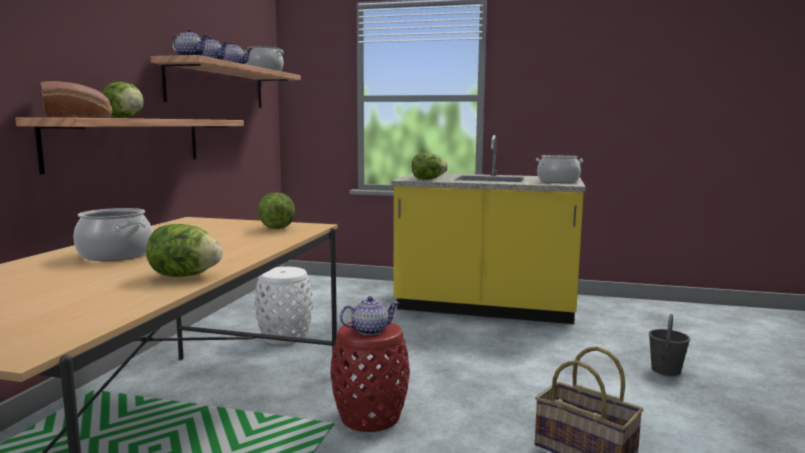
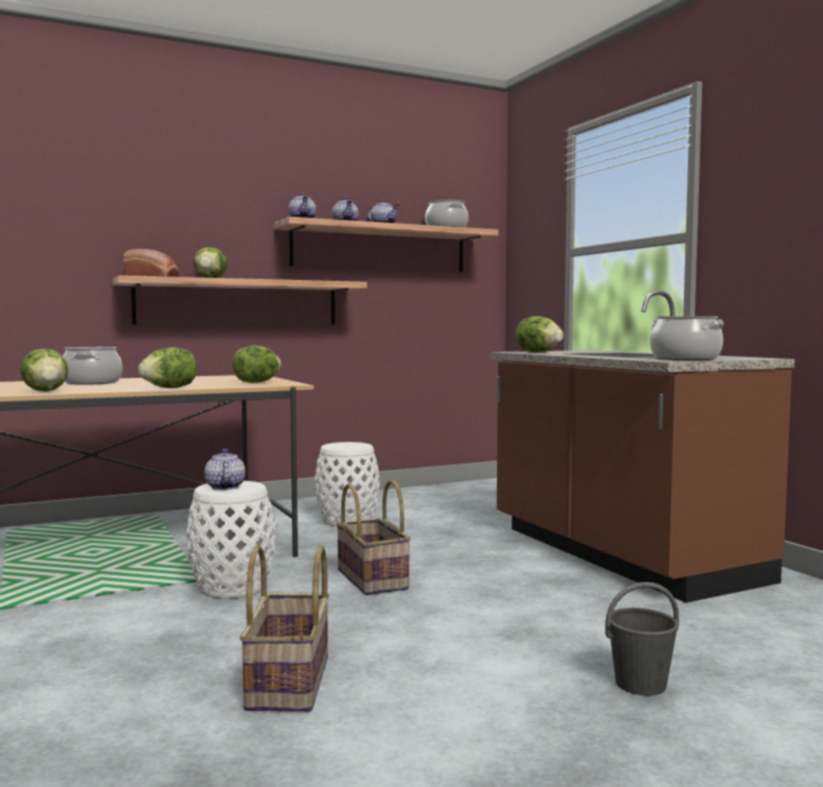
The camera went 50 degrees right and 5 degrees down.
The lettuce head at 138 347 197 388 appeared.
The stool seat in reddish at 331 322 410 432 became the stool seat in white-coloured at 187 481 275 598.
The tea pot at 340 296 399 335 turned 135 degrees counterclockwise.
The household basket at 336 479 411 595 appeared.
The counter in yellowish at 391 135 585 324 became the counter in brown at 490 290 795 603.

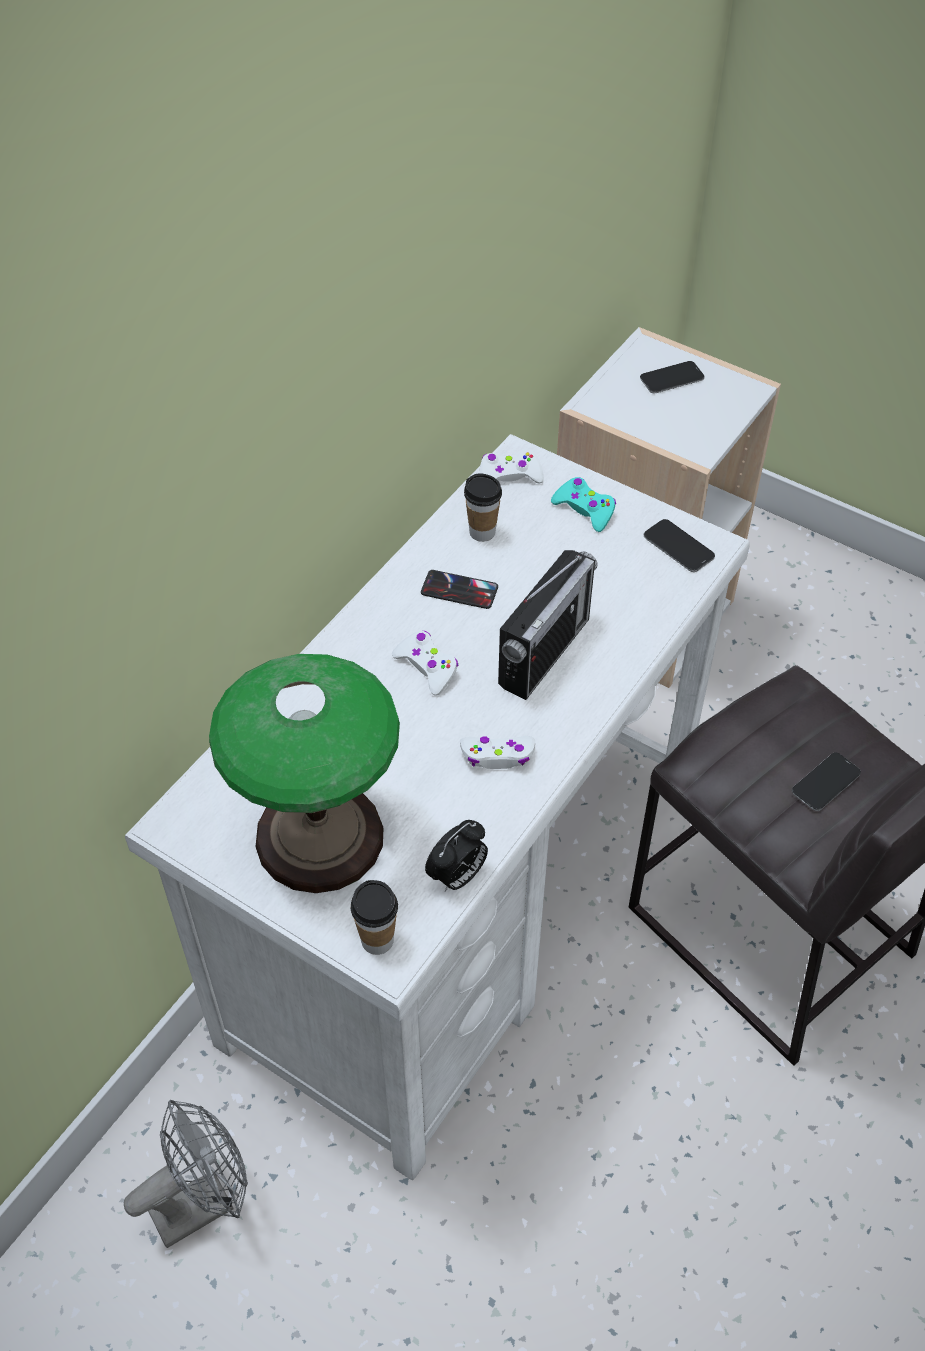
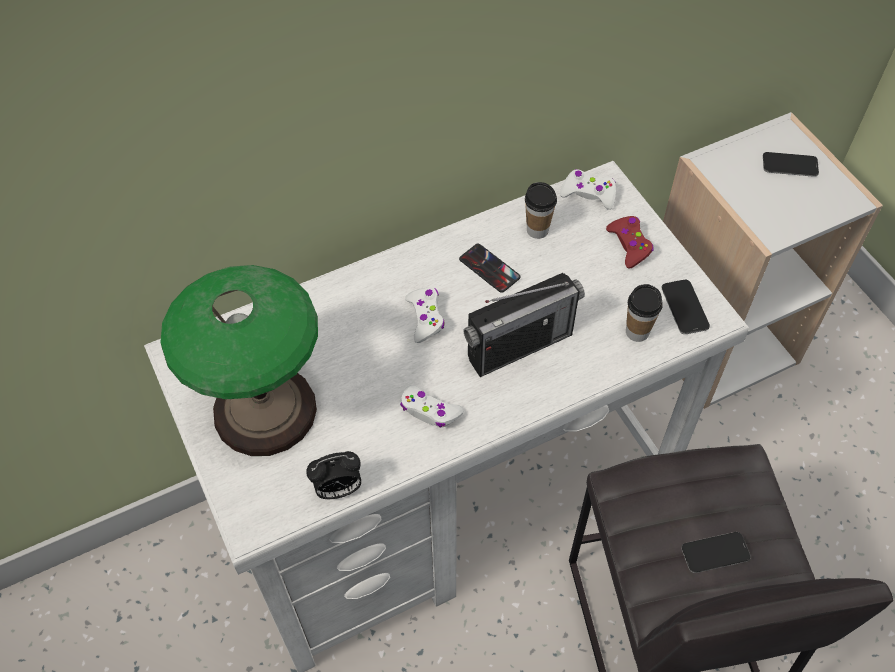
The camera went 30 degrees right and 5 degrees up.
The joypad in turquoise at 551 477 616 532 became the joypad in reddish at 606 216 654 269.
The cup moved from 351 880 398 955 to 626 284 663 342.
The cooling fan in gray at 124 1100 248 1248 disappeared.

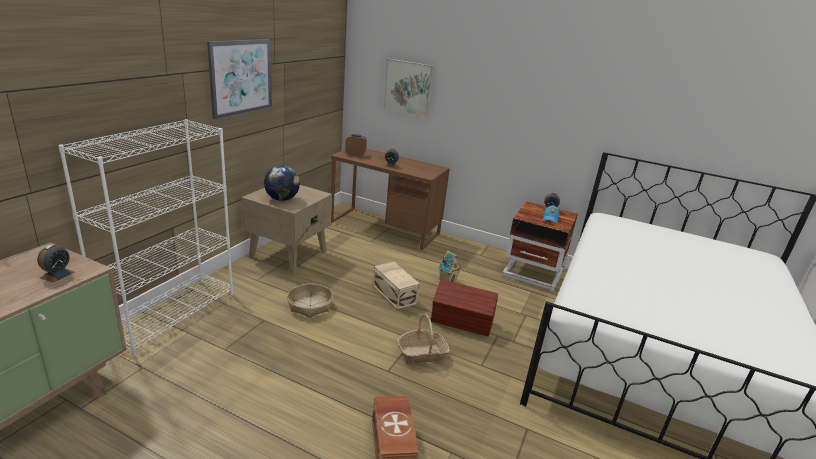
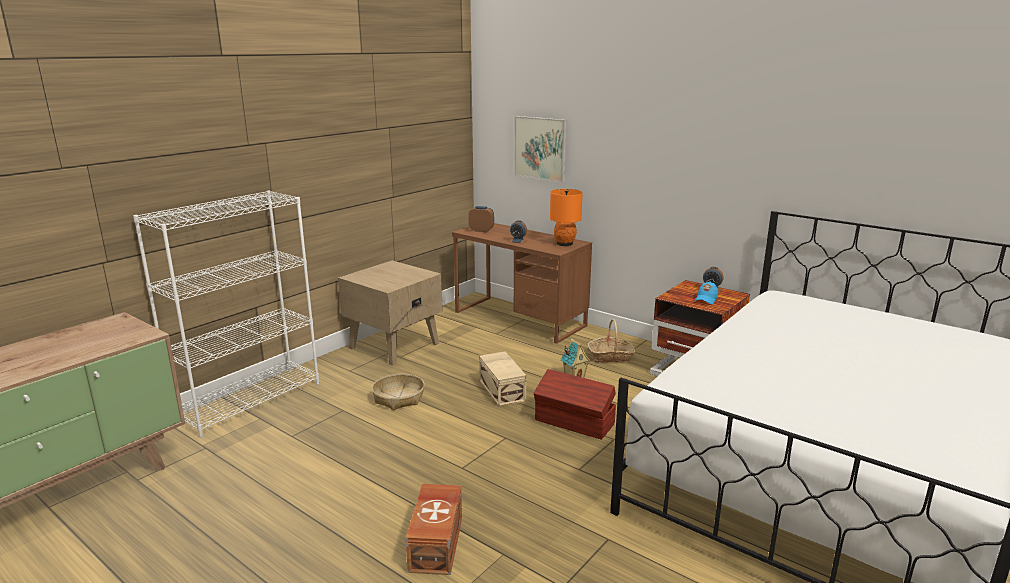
The camera went 15 degrees right and 5 degrees down.
The tabletop lamp in orangey at 550 189 583 246 appeared.
The household basket moved from 398 314 450 364 to 587 319 636 362.
The bedside clock at 37 244 74 283 disappeared.
The wall picture at 207 39 272 119 disappeared.
The world globe at 264 166 300 201 disappeared.

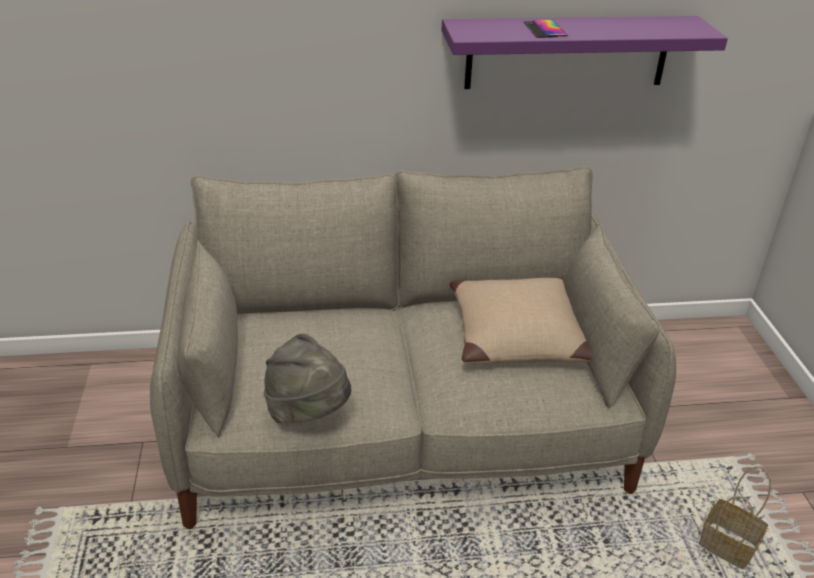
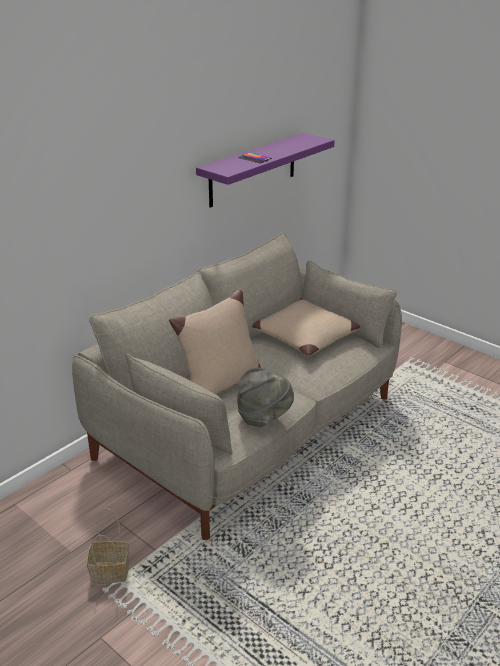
The camera went 40 degrees left and 5 degrees down.
The household basket moved from 699 466 771 569 to 87 508 129 584.
The throw pillow in beige at 169 290 261 394 appeared.

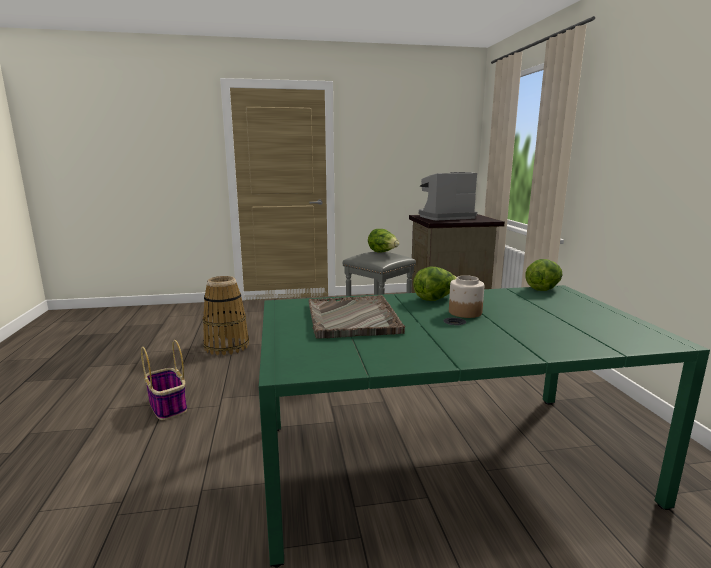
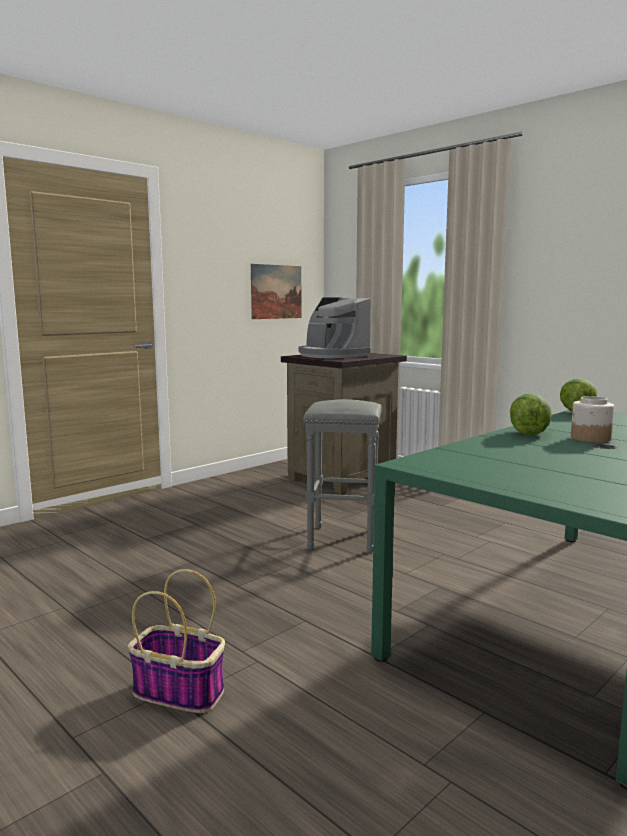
The camera went 35 degrees left and 5 degrees down.
The wall picture at 251 264 301 319 appeared.
The coffee machine at 419 172 477 220 turned 75 degrees counterclockwise.
The household basket at 203 276 249 356 disappeared.
The serving tray in gray at 309 295 405 339 disappeared.
The lettuce head at 368 229 399 252 disappeared.

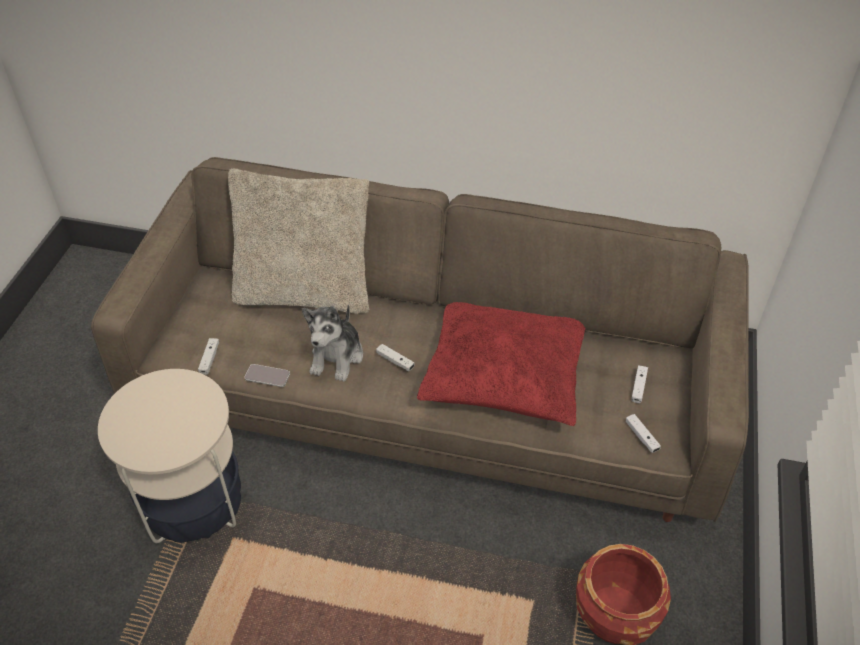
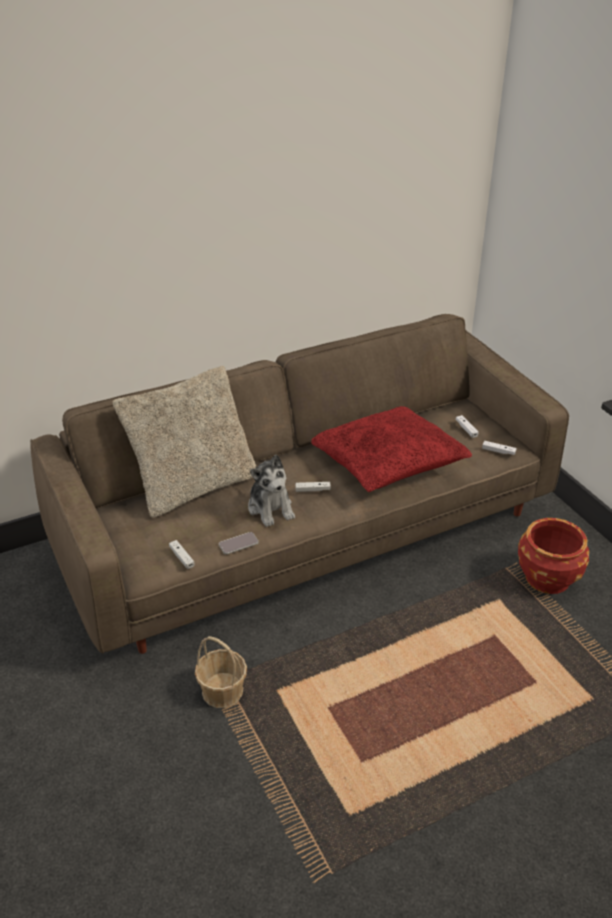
The camera went 40 degrees left and 10 degrees down.
The end table in beige at 98 369 241 543 was replaced by the household basket at 195 636 247 708.

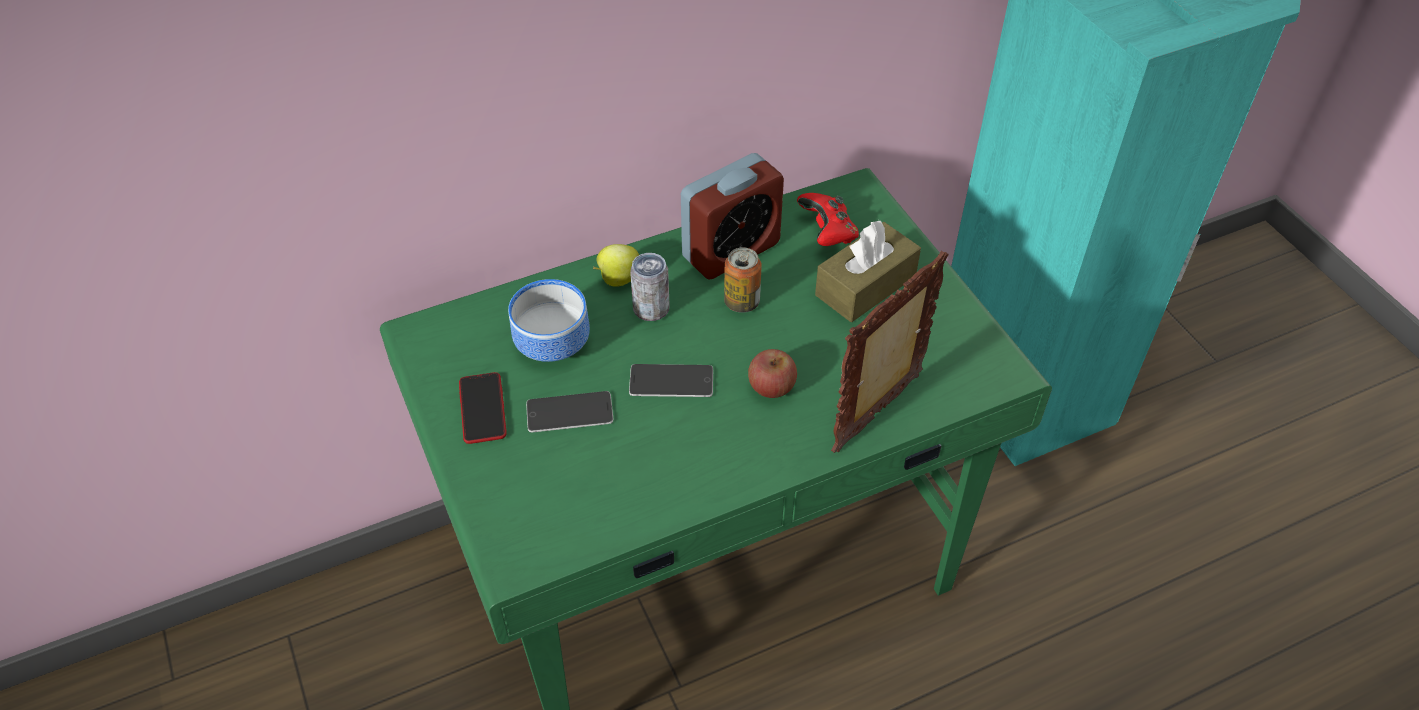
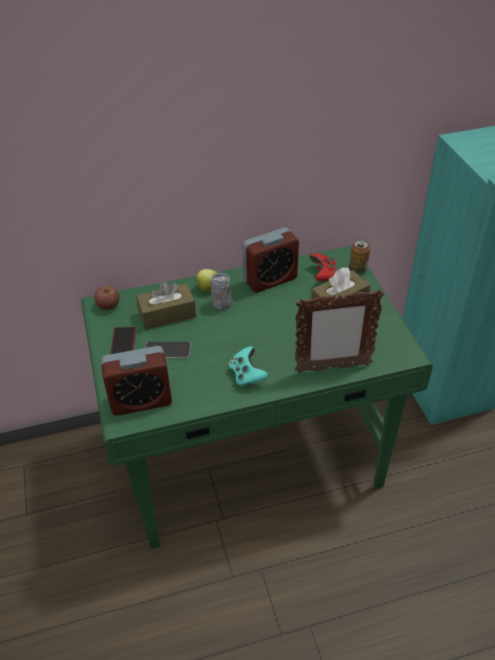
The camera went 10 degrees right and 5 degrees down.
The apple fruit moved from 748 349 797 398 to 94 285 119 310.
The bedside clock at 101 346 172 416 appeared.
The deep dish at 508 279 590 362 was replaced by the tissue holder in brown at 136 282 196 330.
The joypad in turquoise at 229 346 268 387 appeared.
The photo frame at 831 251 949 453 turned 150 degrees counterclockwise.
The can moved from 724 248 762 313 to 349 239 370 273.
The handset at 629 364 713 397 disappeared.

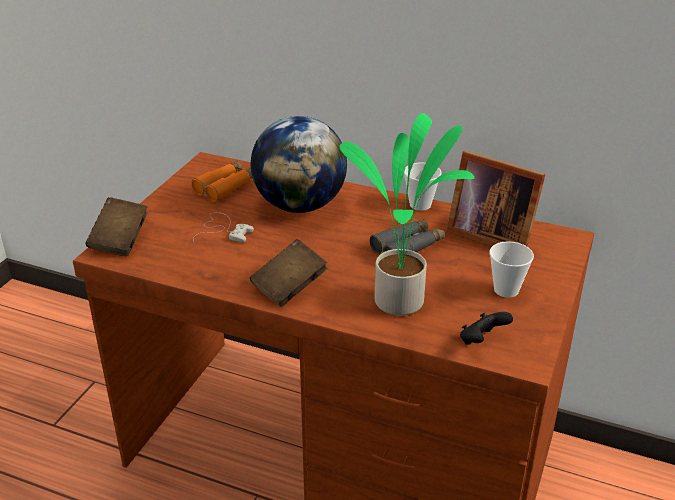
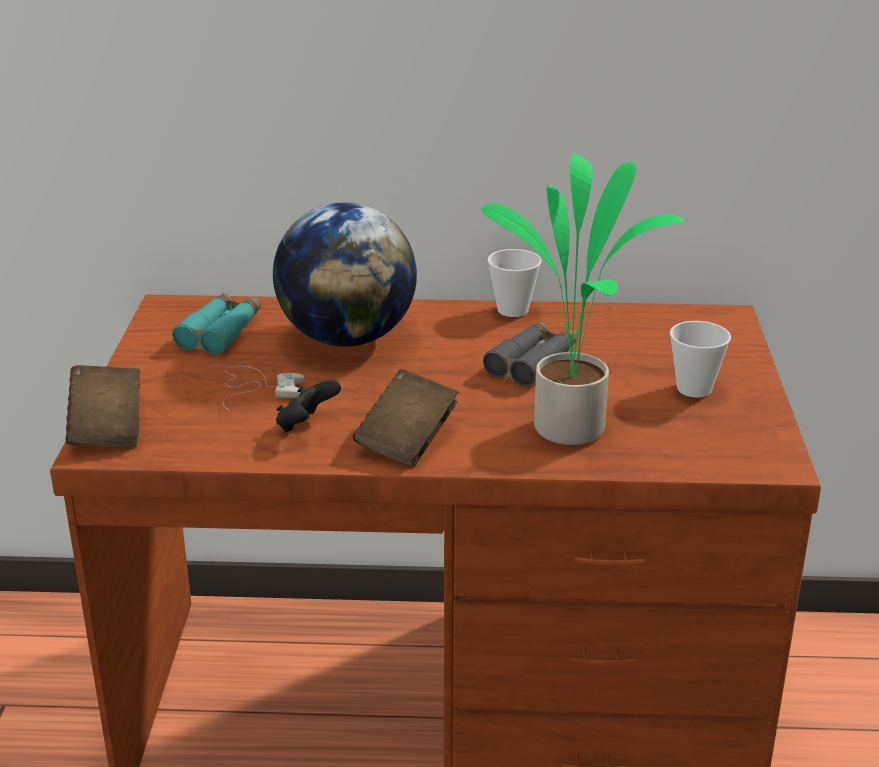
The camera went 20 degrees left and 5 degrees down.
The field glasses in orangey at 191 161 252 202 became the field glasses in turquoise at 172 293 261 355.
The joypad in blackish moved from 460 312 513 345 to 276 380 341 432.
The photo frame at 446 151 545 247 disappeared.

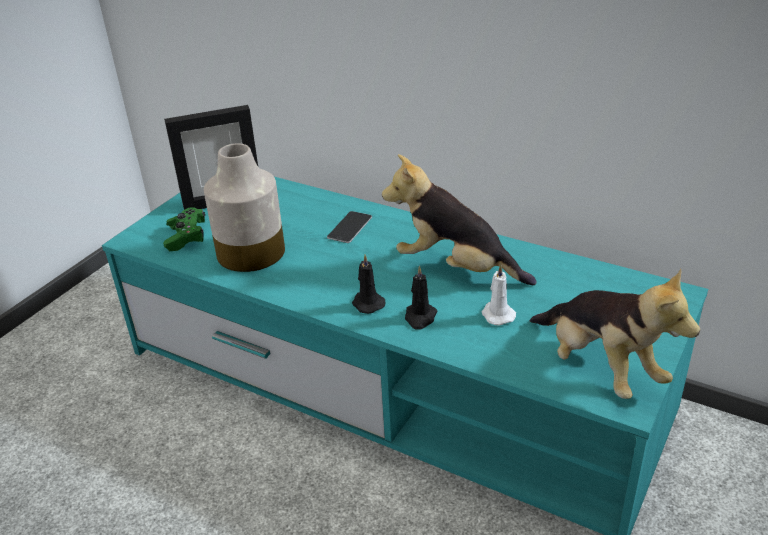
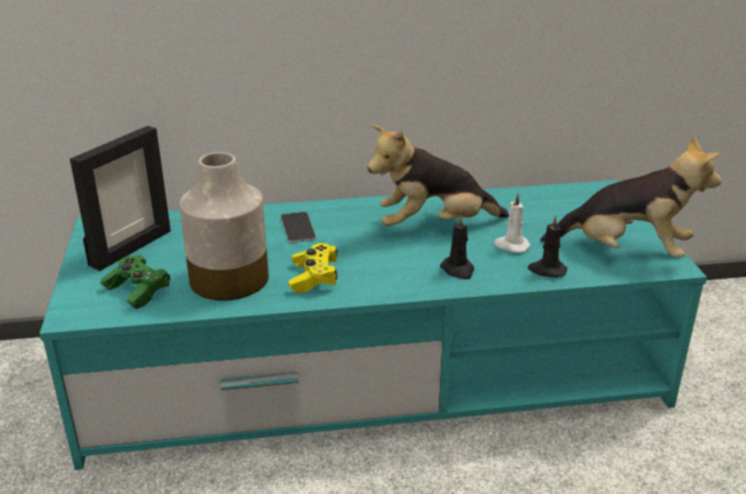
The camera went 40 degrees left and 5 degrees down.
The joypad in yellowish at 289 243 338 293 appeared.
The candle in blackish moved from 352 254 385 314 to 528 215 567 278.

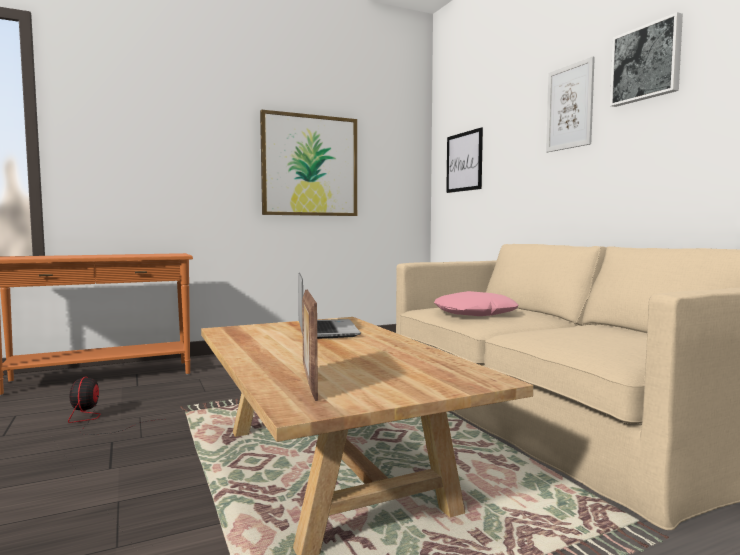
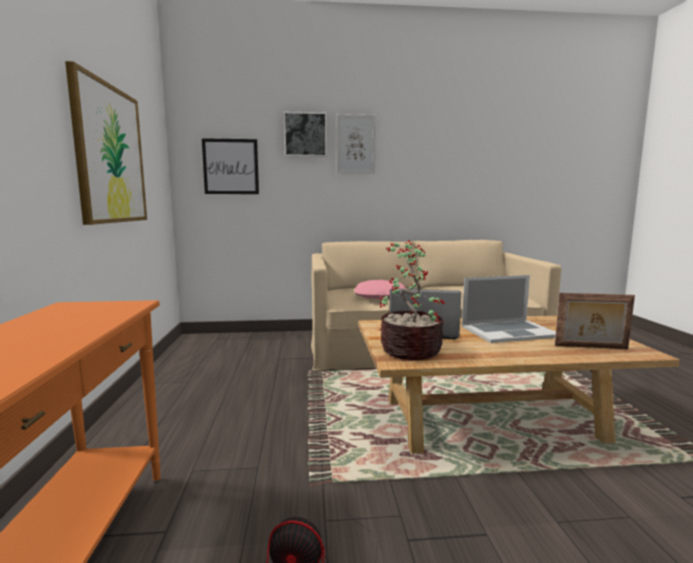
The camera went 70 degrees left and 5 degrees up.
The wall picture moved from 610 12 683 107 to 284 112 327 157.
The potted plant at 380 240 445 360 appeared.
The notebook computer at 462 275 556 343 appeared.

